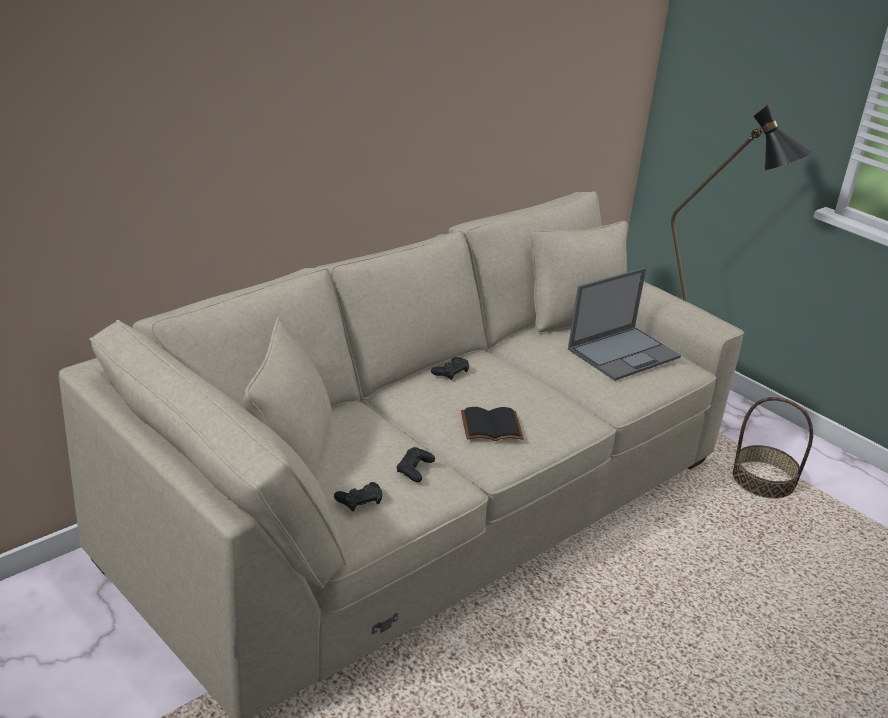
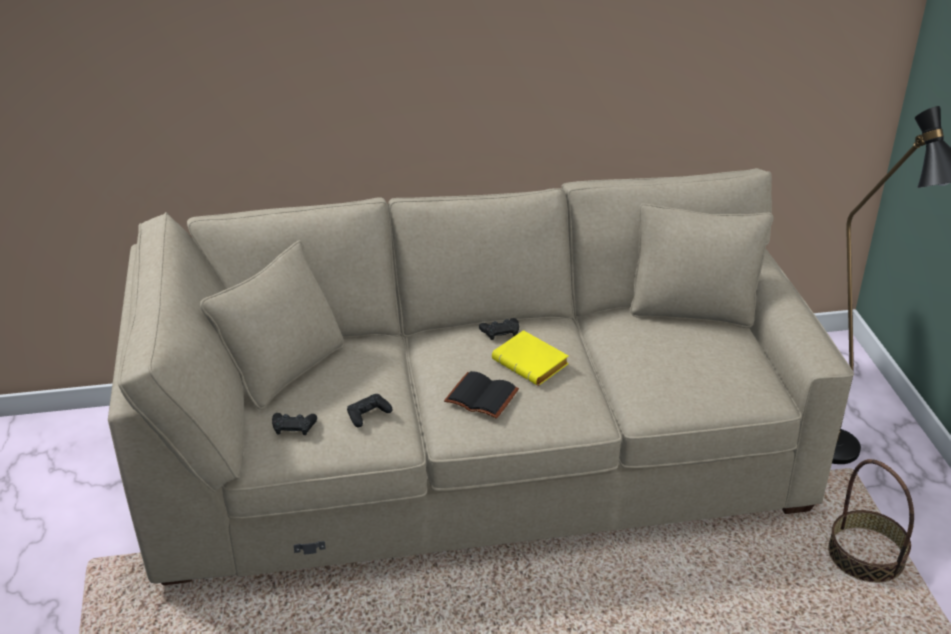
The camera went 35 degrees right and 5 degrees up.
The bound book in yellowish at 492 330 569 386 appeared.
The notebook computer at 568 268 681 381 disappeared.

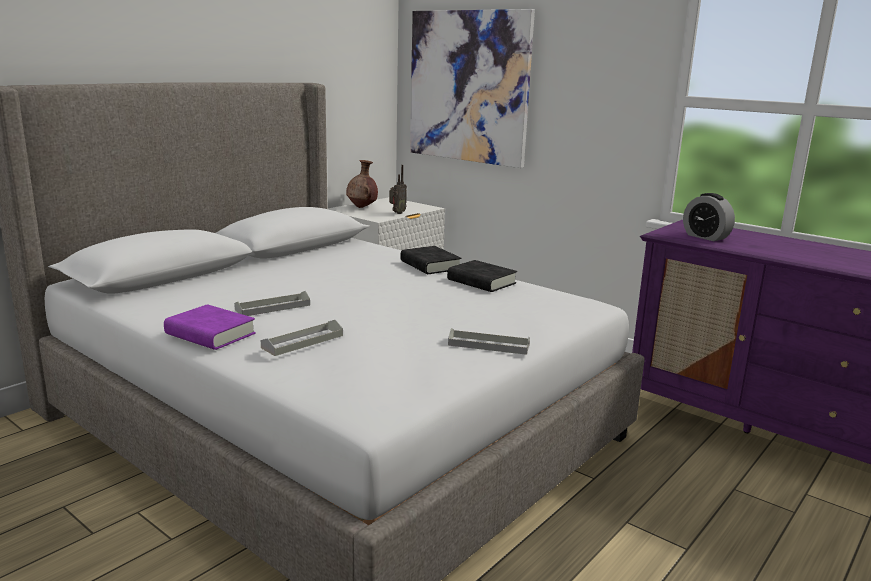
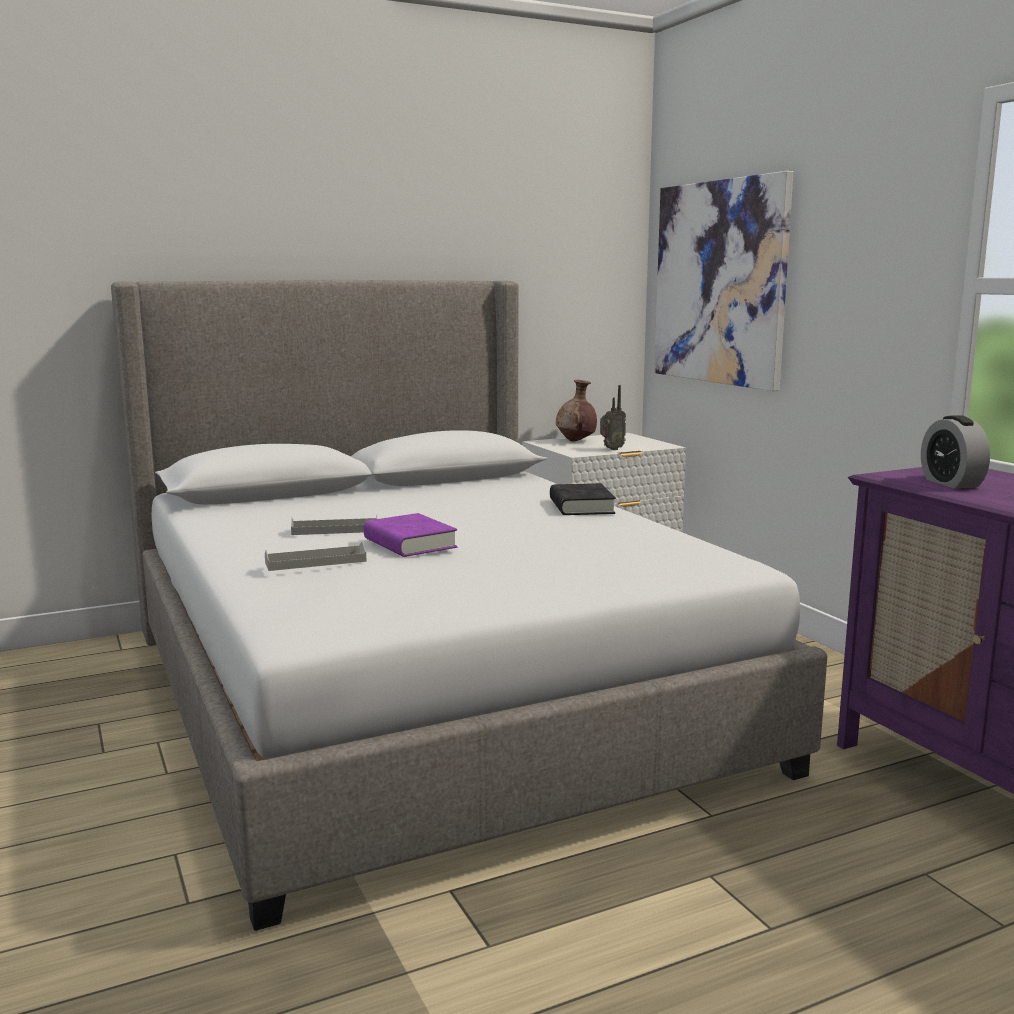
The camera went 25 degrees right and 5 degrees down.
The bound book in purple moved from 164 304 256 350 to 364 513 457 557.
The bound book in blackish at 447 260 517 292 disappeared.
The serving tray in gray at 448 328 530 355 disappeared.

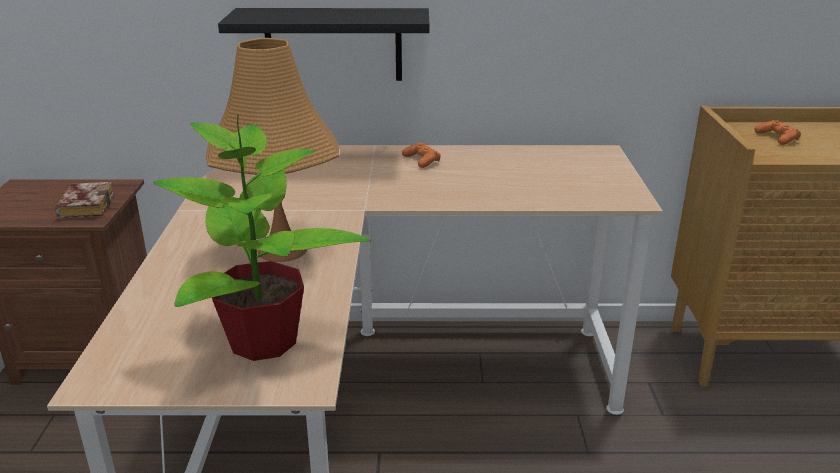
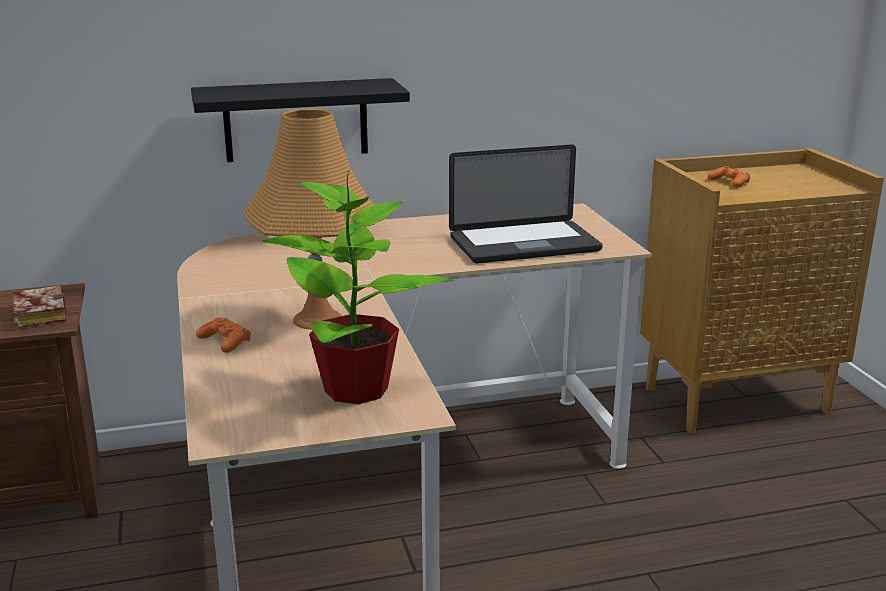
The camera went 15 degrees left and 5 degrees down.
The joypad in orangey moved from 402 143 441 168 to 196 317 251 353.
The notebook computer at 449 145 603 264 appeared.

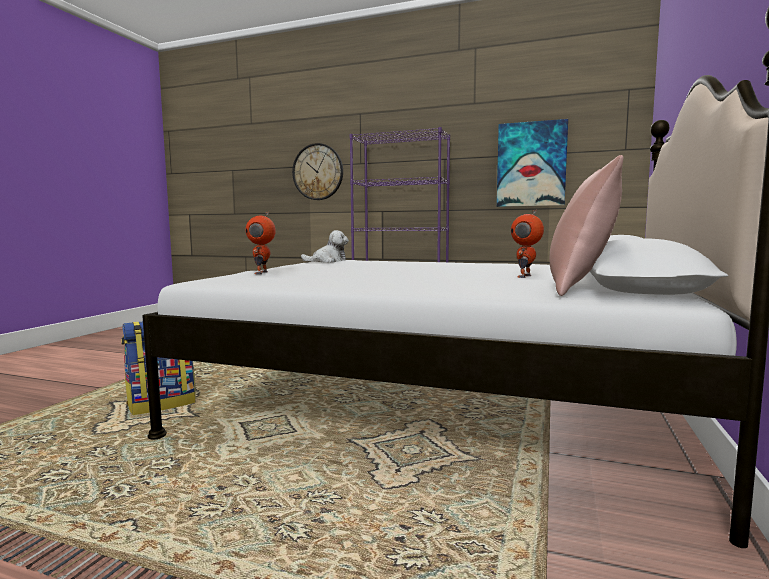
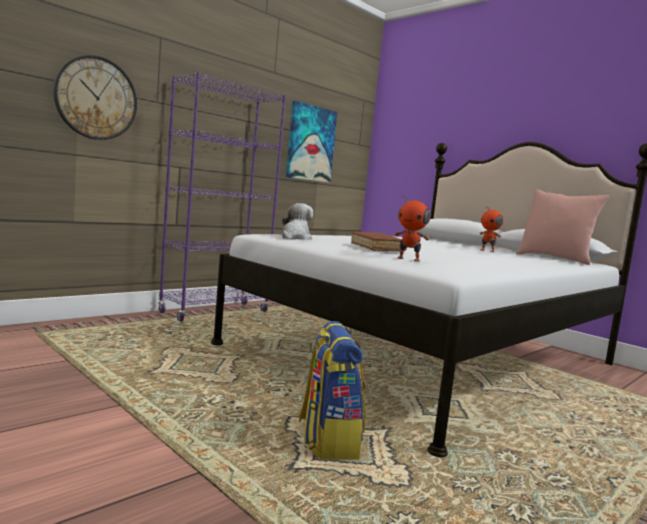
The camera went 65 degrees left and 0 degrees up.
The bound book in brown at 351 231 407 252 appeared.

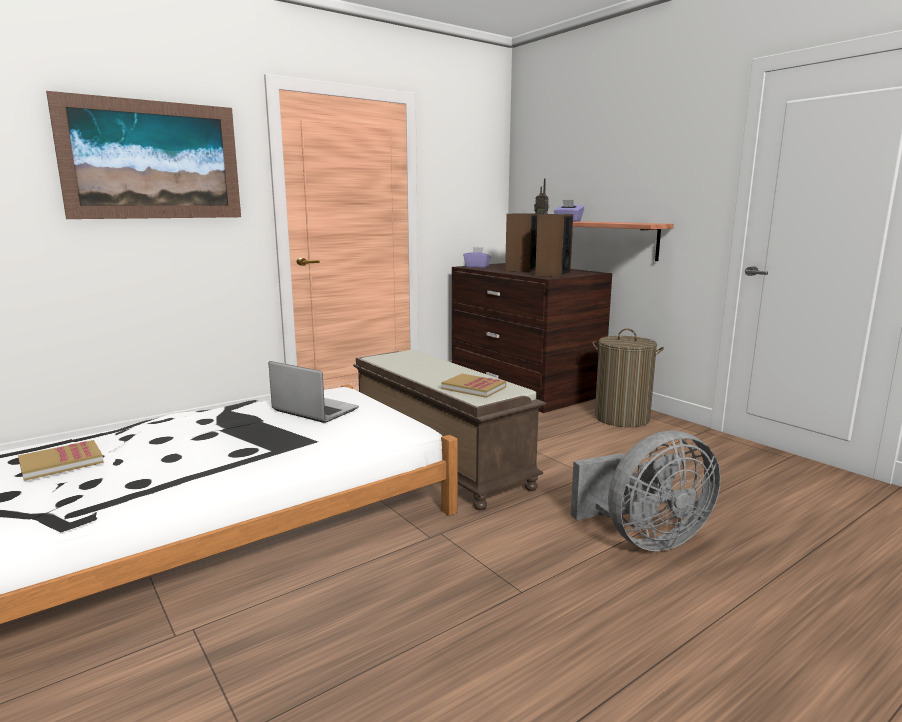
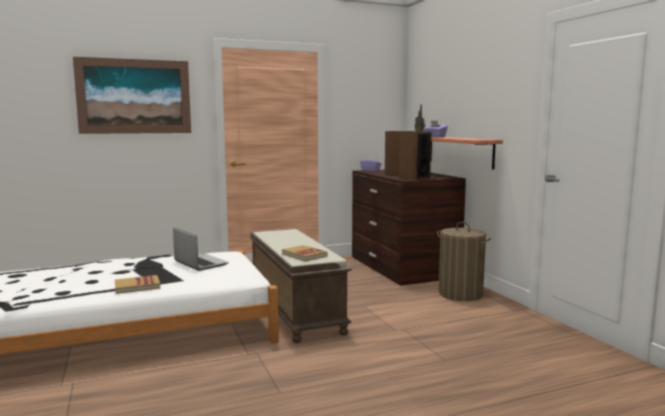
The camera went 15 degrees right and 5 degrees down.
The bound book moved from 18 440 104 481 to 115 275 160 294.
The cooling fan in gray at 571 431 721 551 disappeared.

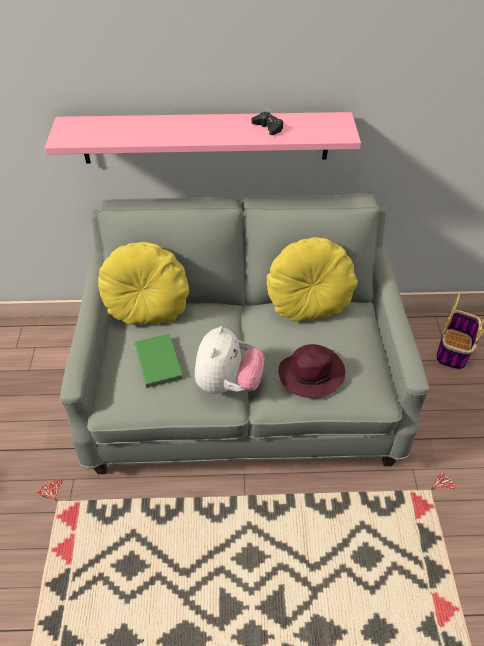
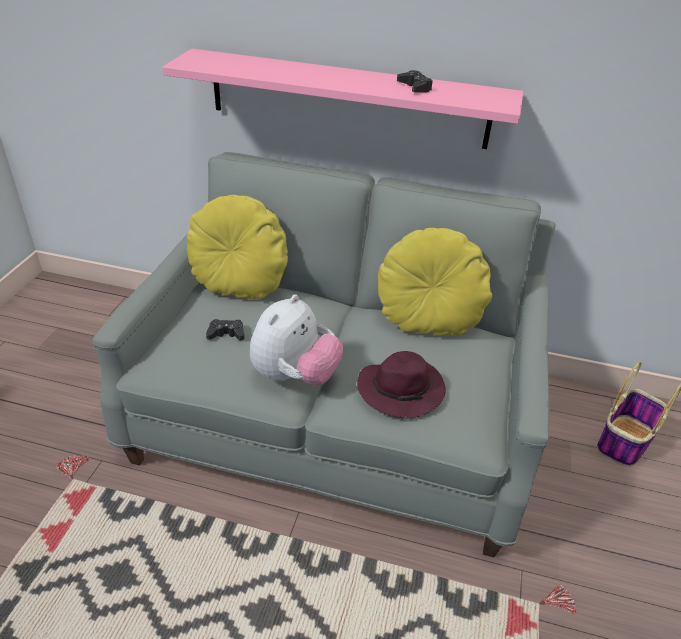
The camera went 15 degrees right and 10 degrees down.
The bound book in green at 135 333 183 388 was replaced by the joypad in blackish at 206 319 244 340.

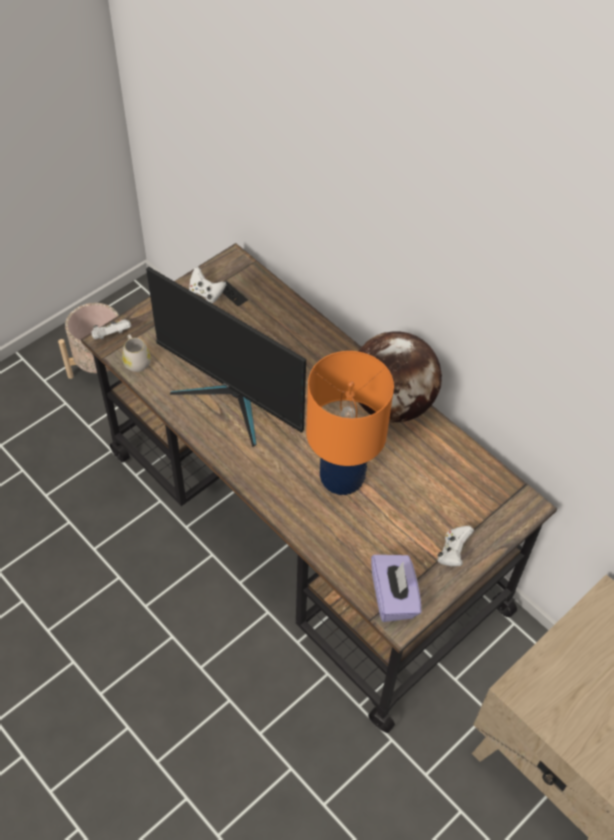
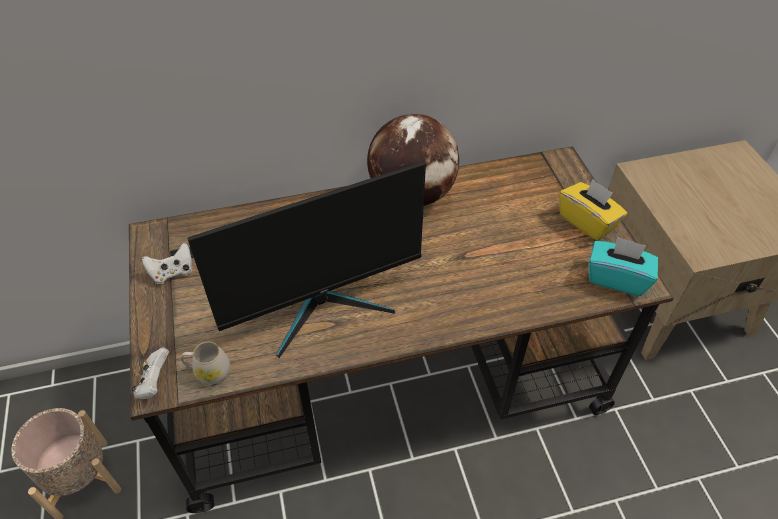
The camera went 60 degrees left and 5 degrees down.
The joypad in white-coloured at 437 526 474 566 was replaced by the tissue holder in yellowish at 559 179 627 241.
The tissue holder in purple at 371 555 421 622 became the tissue holder in turquoise at 589 236 658 296.
The tabletop lamp in orangey at 306 351 394 495 disappeared.

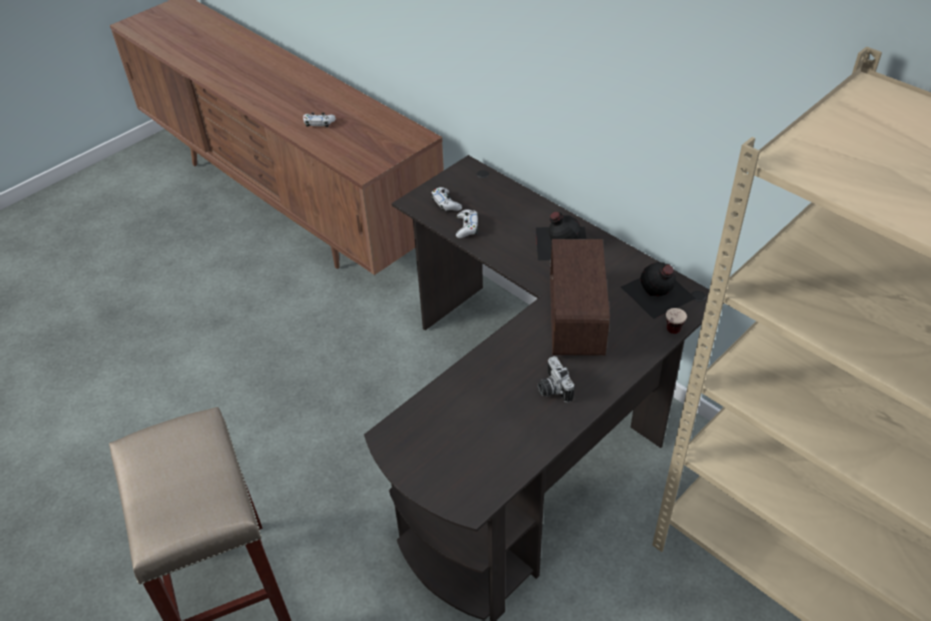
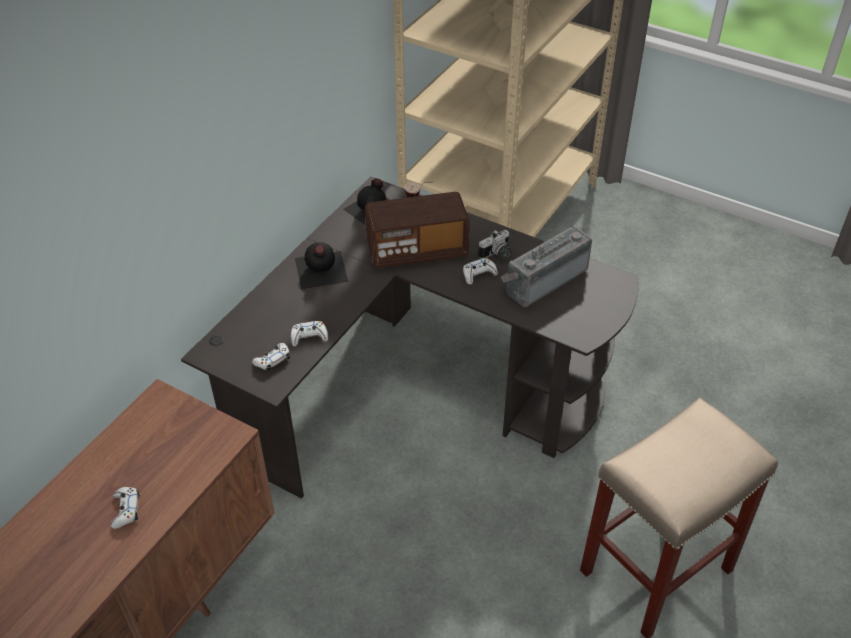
The camera went 105 degrees left and 0 degrees up.
The joypad in white-coloured at 463 258 498 285 appeared.
The radio set at 501 226 592 307 appeared.

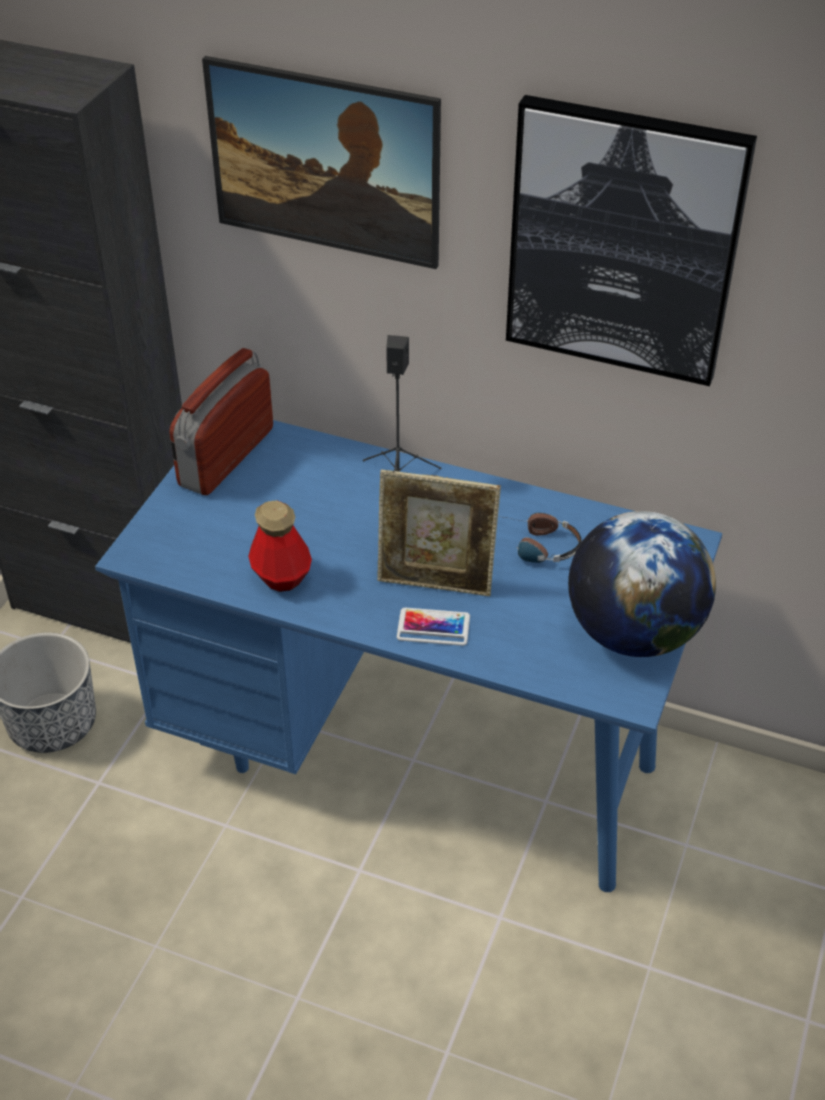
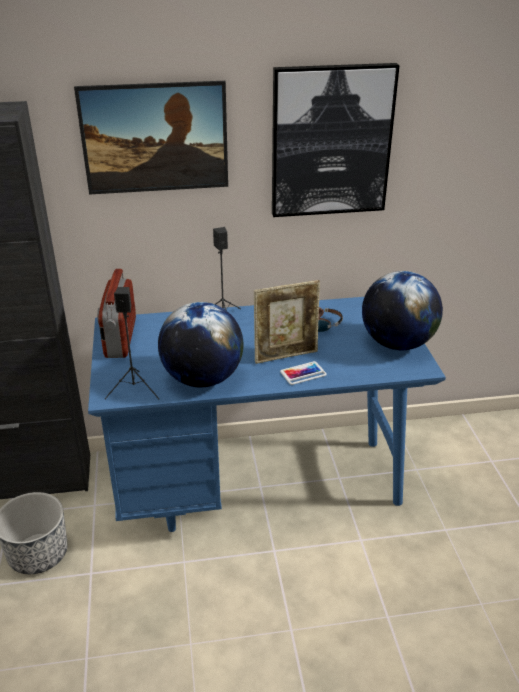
The camera went 30 degrees left and 10 degrees down.
The loudspeaker in blackish at 105 287 160 400 appeared.
The beverage bottle at 248 500 312 592 was replaced by the world globe at 158 302 244 387.

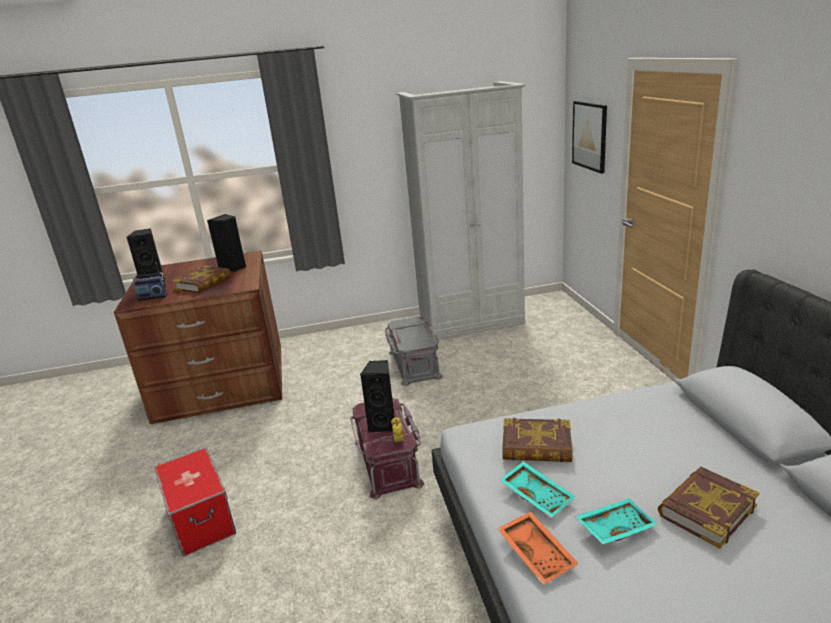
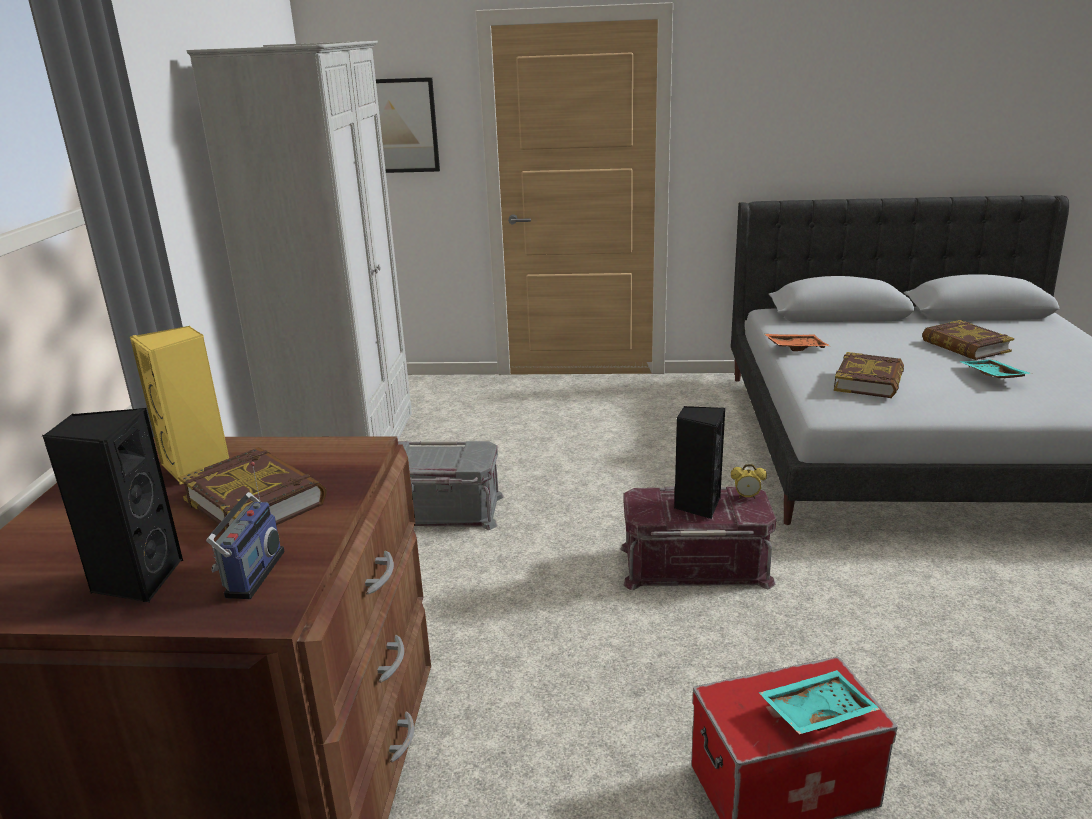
The camera went 75 degrees left and 0 degrees up.
The loudspeaker in blackish at 207 214 246 272 became the loudspeaker in yellowish at 130 326 229 485.
The serving tray in turquoise moved from 499 461 576 518 to 759 670 880 735.
The serving tray in orangey moved from 497 511 579 585 to 765 334 830 351.

